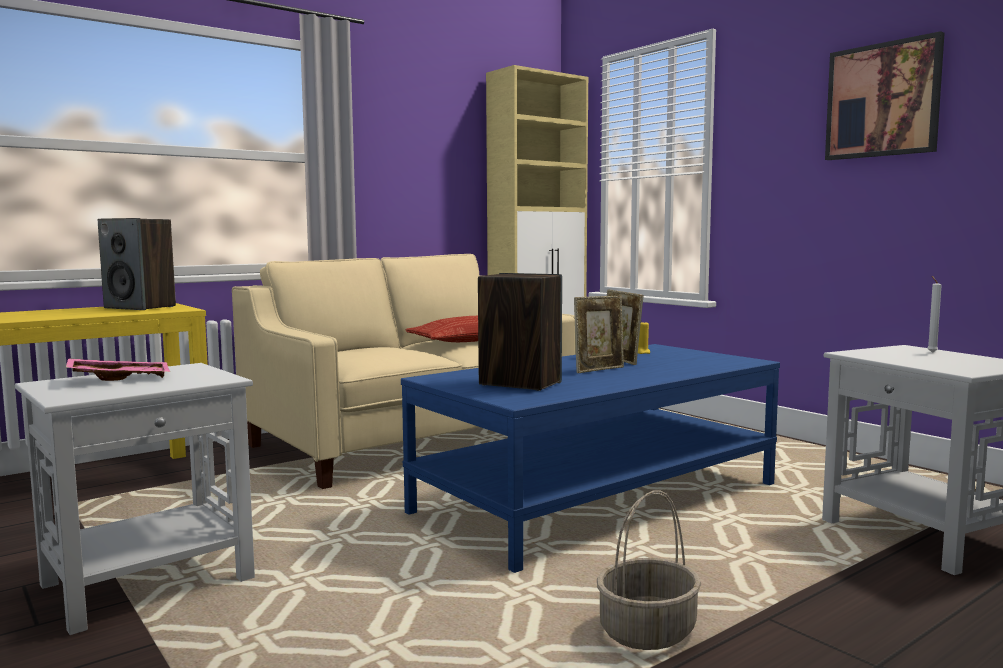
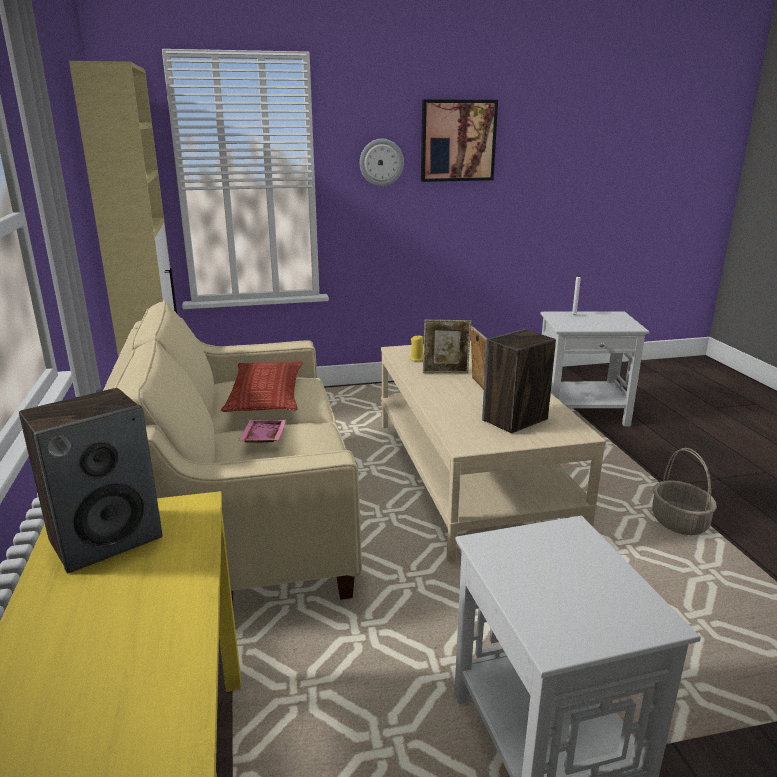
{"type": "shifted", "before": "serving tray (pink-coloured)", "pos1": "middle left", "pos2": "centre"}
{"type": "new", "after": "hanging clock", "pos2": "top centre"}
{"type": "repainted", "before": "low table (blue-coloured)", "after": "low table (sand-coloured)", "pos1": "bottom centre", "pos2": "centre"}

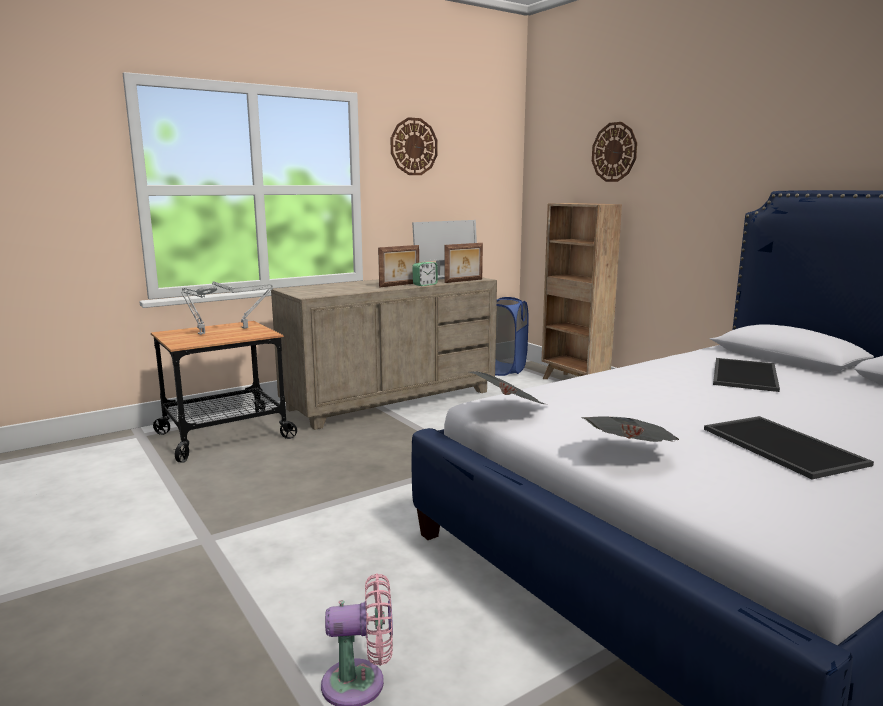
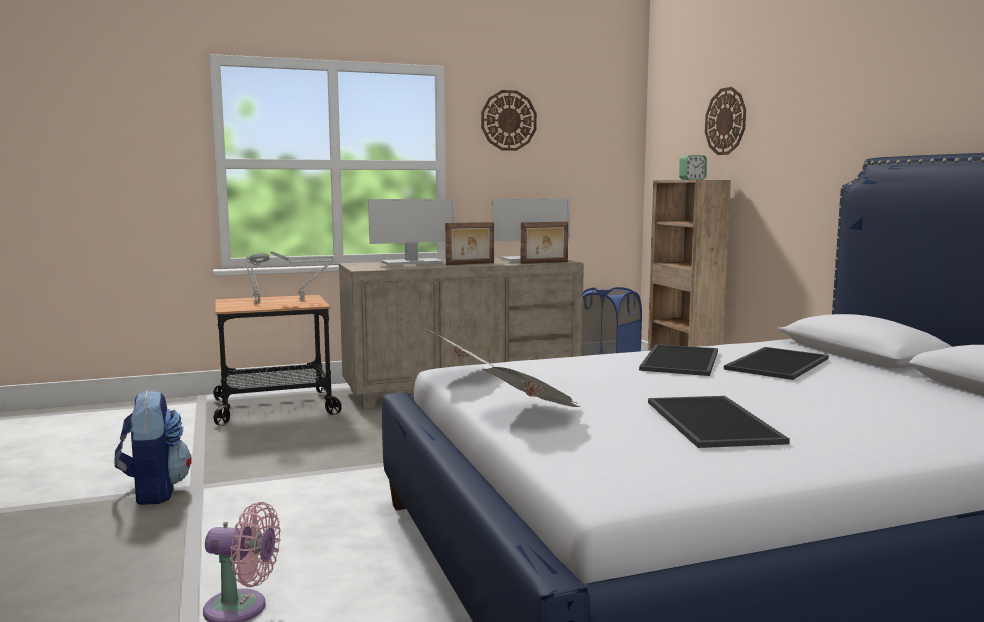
{"type": "new", "after": "backpack", "pos2": "bottom left"}
{"type": "new", "after": "computer screen (no. 1 from left)", "pos2": "centre"}
{"type": "new", "after": "serving tray (no. 1 from left)", "pos2": "middle right"}
{"type": "shifted", "before": "table clock", "pos1": "centre", "pos2": "top right"}

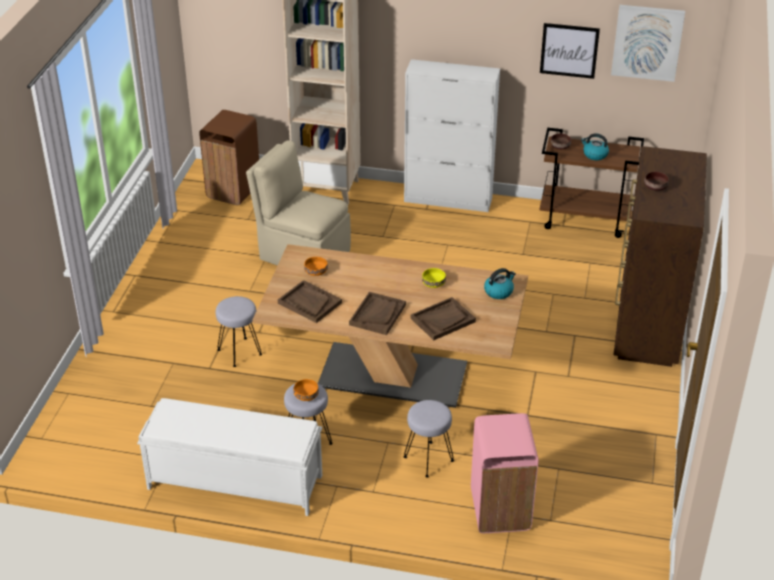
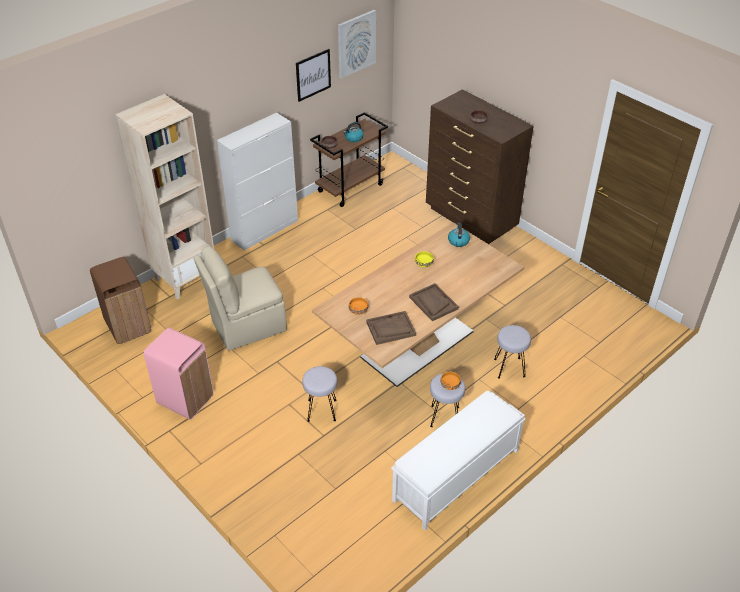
{"type": "shifted", "before": "trash can (pink-coloured)", "pos1": "bottom centre", "pos2": "middle left"}
{"type": "gone", "before": "serving tray (brown) (no. 3 from left)", "pos1": "centre"}

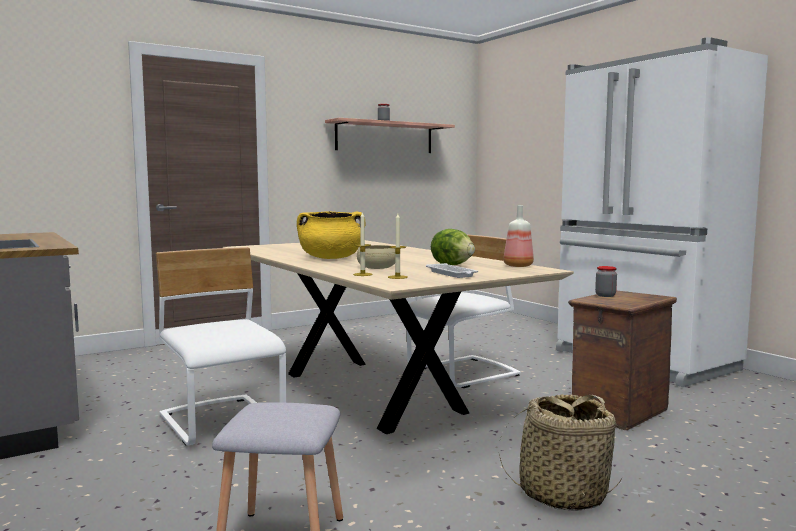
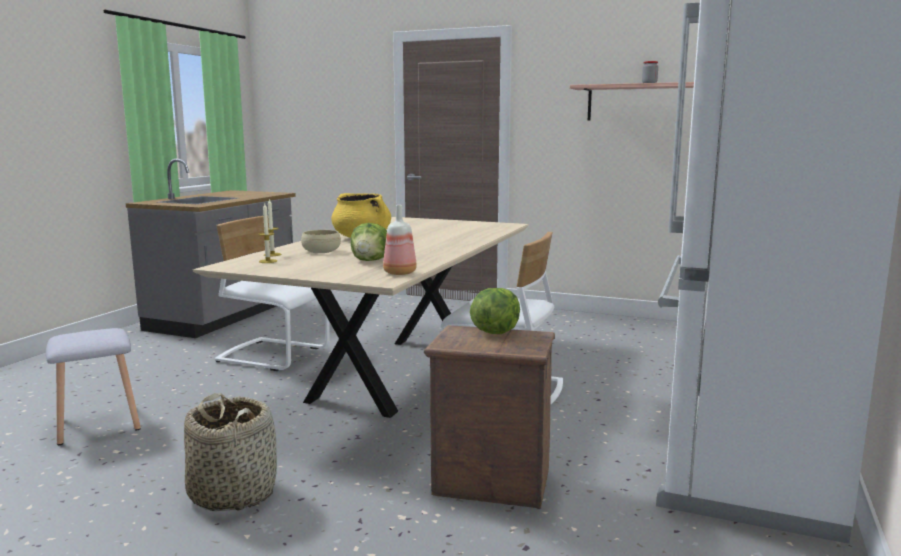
{"type": "rotated", "before": "chair (white-coloured) (no. 1 from left)", "pos1": "middle left", "pos2": "middle left", "turn": -90}
{"type": "swapped", "before": "storage jar (no. 2 from left)", "after": "head of lettuce (no. 2 from left)", "pos1": "middle right", "pos2": "centre"}
{"type": "gone", "before": "serving tray (white-coloured)", "pos1": "centre"}

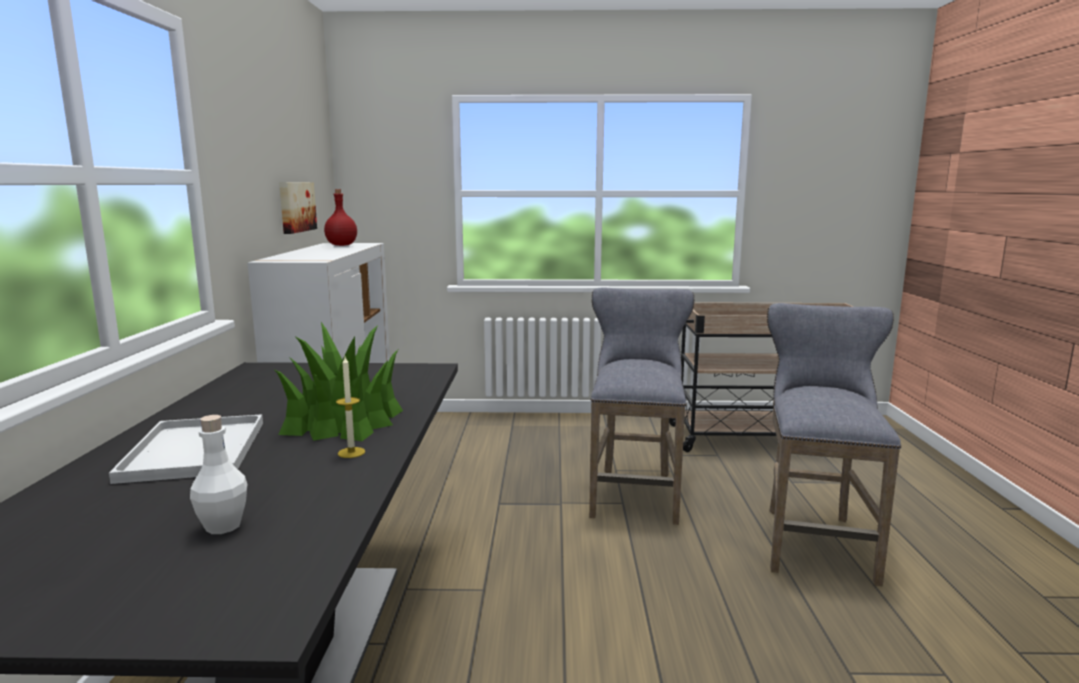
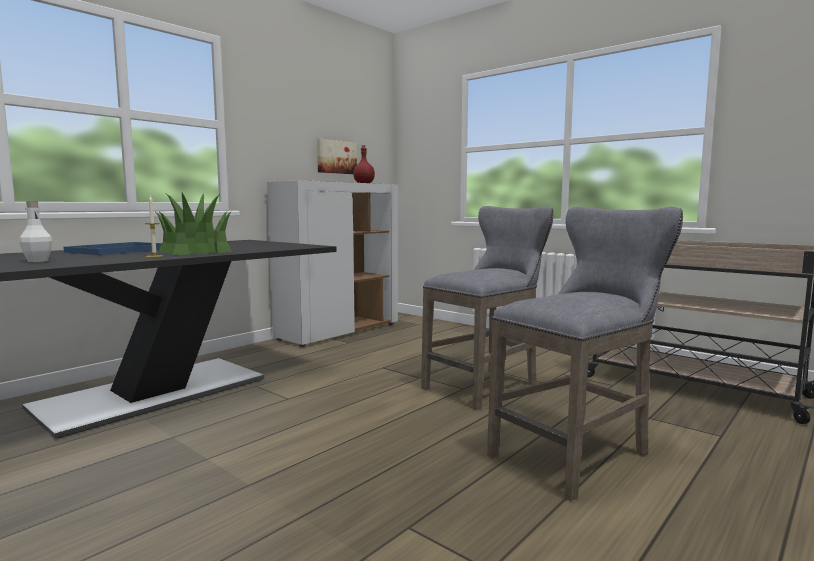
{"type": "repainted", "before": "serving tray (white-coloured)", "after": "serving tray (blue-coloured)", "pos1": "middle left", "pos2": "middle left"}

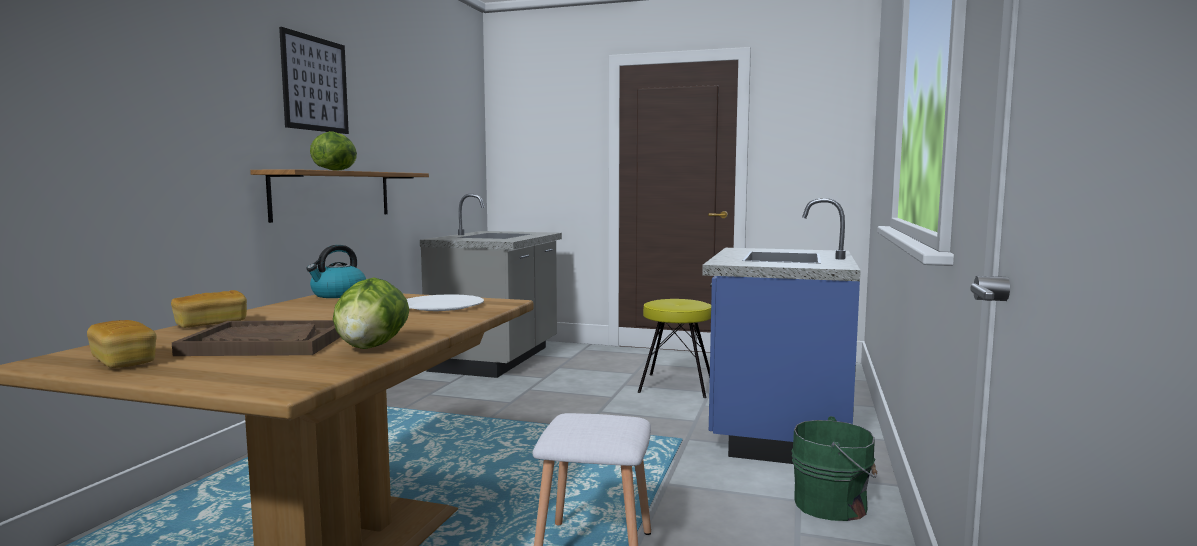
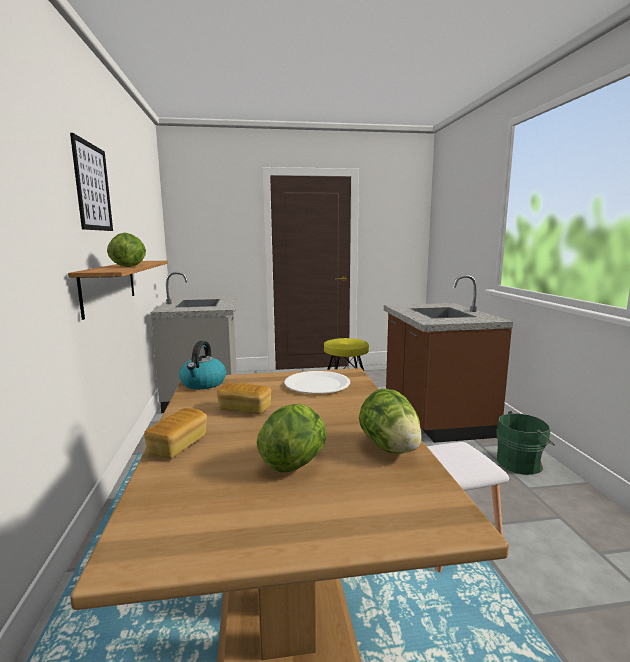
{"type": "shifted", "before": "bread (no. 1 from left in the first image)", "after": "bread (no. 2 from left)", "pos1": "middle left", "pos2": "centre"}
{"type": "swapped", "before": "serving tray (brown)", "after": "head of lettuce (no. 2 from left)", "pos1": "middle left", "pos2": "centre"}
{"type": "repainted", "before": "counter (blue-coloured)", "after": "counter (brown)", "pos1": "centre", "pos2": "middle right"}

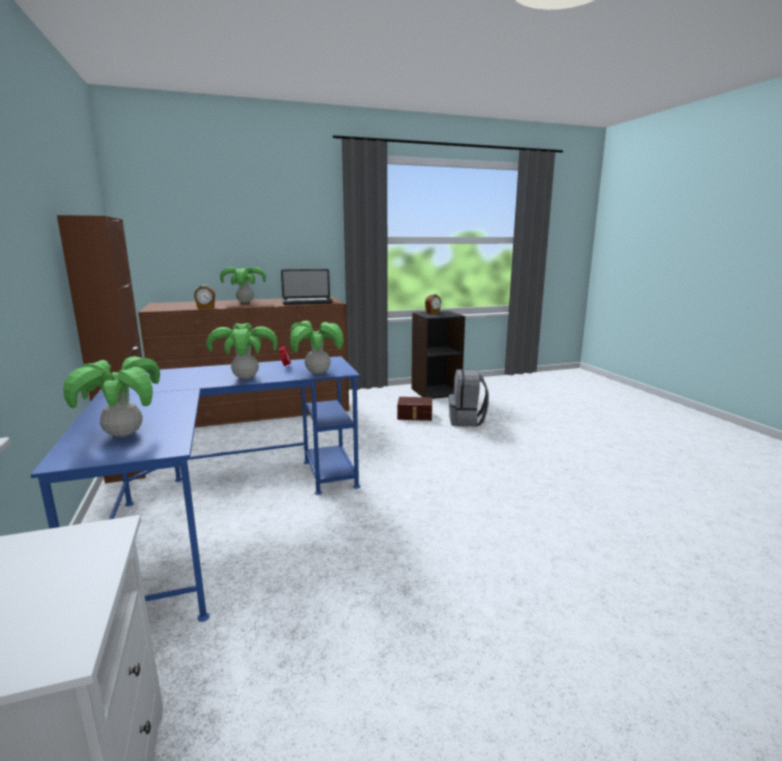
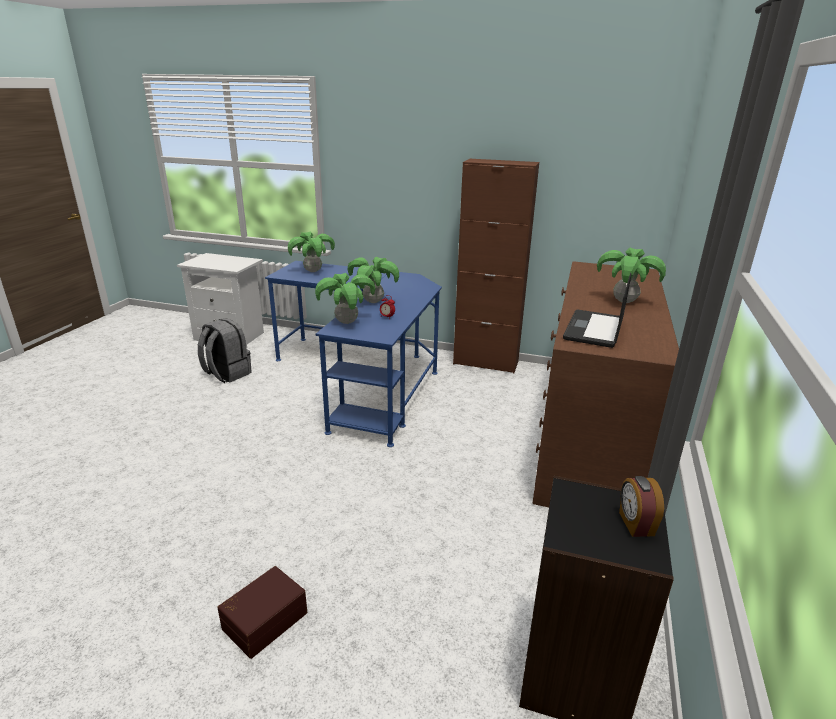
{"type": "shifted", "before": "backpack (greyish)", "pos1": "centre", "pos2": "middle left"}
{"type": "shifted", "before": "storage box (brown)", "pos1": "centre", "pos2": "bottom left"}
{"type": "gone", "before": "table clock (no. 1 from left)", "pos1": "middle left"}

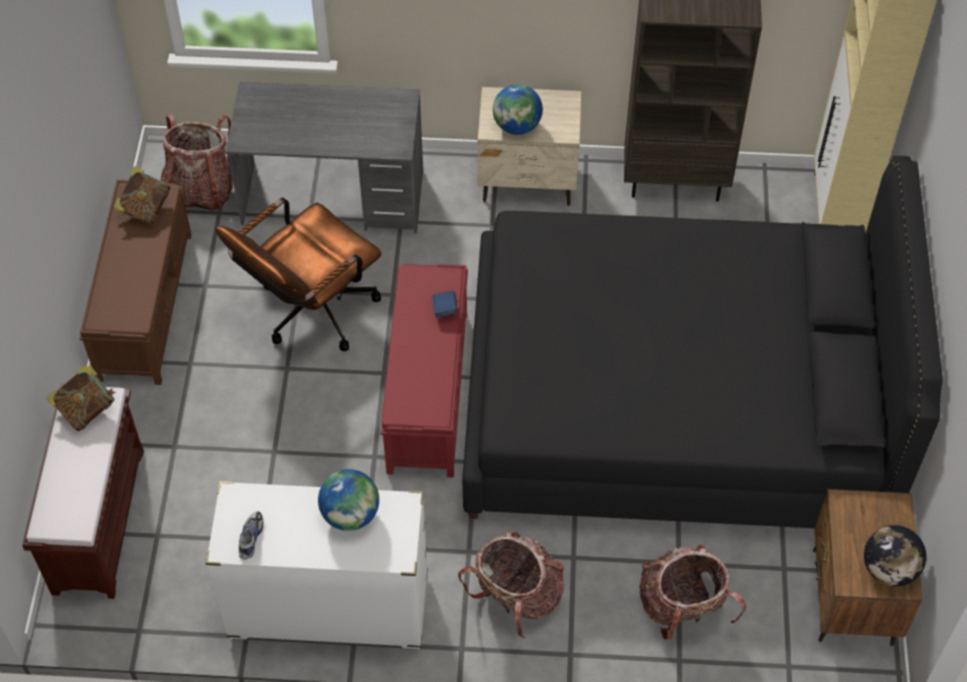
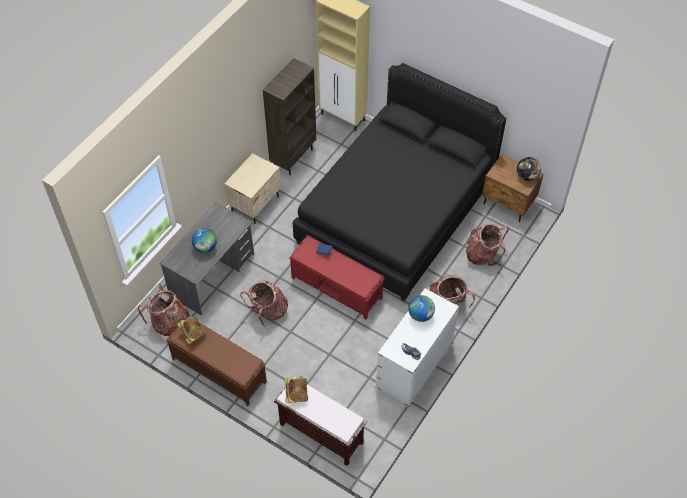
{"type": "shifted", "before": "globe (no. 2 from left in the first image)", "after": "globe (no. 1 from left)", "pos1": "top centre", "pos2": "middle left"}
{"type": "swapped", "before": "computer chair (brown)", "after": "backpack (no. 2 from left)", "pos1": "middle left", "pos2": "centre"}

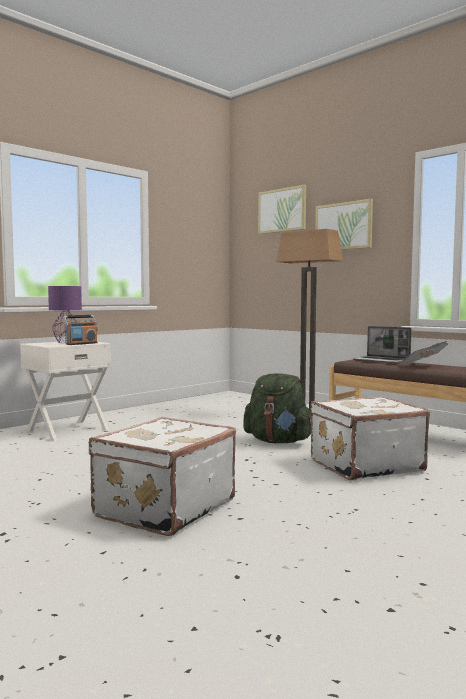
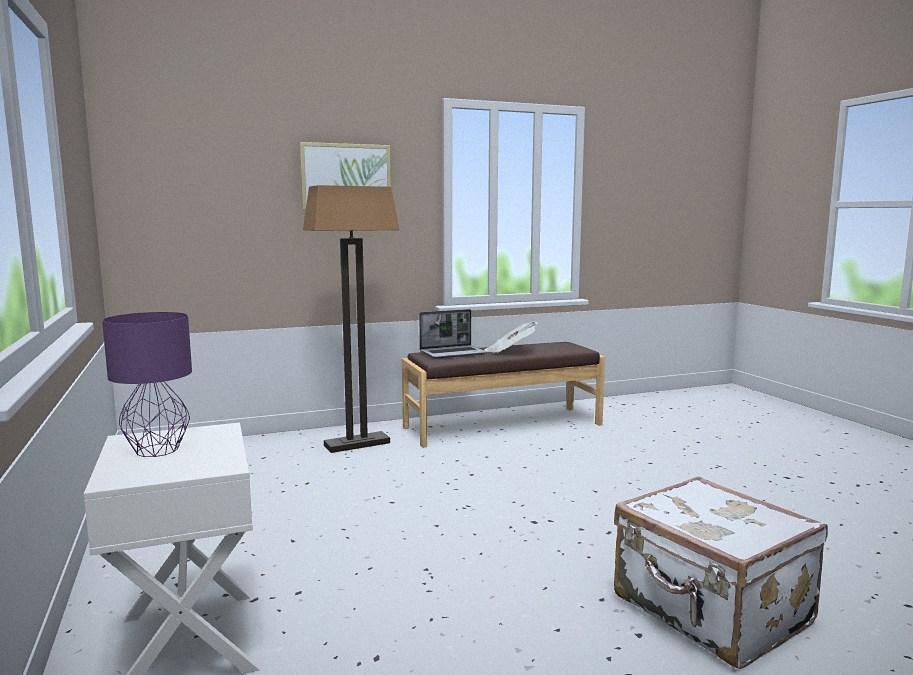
{"type": "gone", "before": "radio receiver", "pos1": "middle left"}
{"type": "gone", "before": "backpack (greenish)", "pos1": "centre"}
{"type": "gone", "before": "wall picture (no. 1 from left)", "pos1": "top centre"}
{"type": "gone", "before": "piece of luggage (white-coloured) (no. 2 from left)", "pos1": "middle right"}

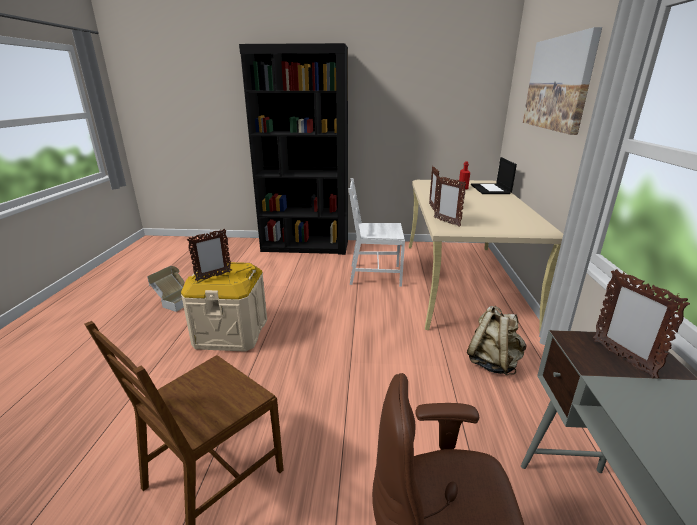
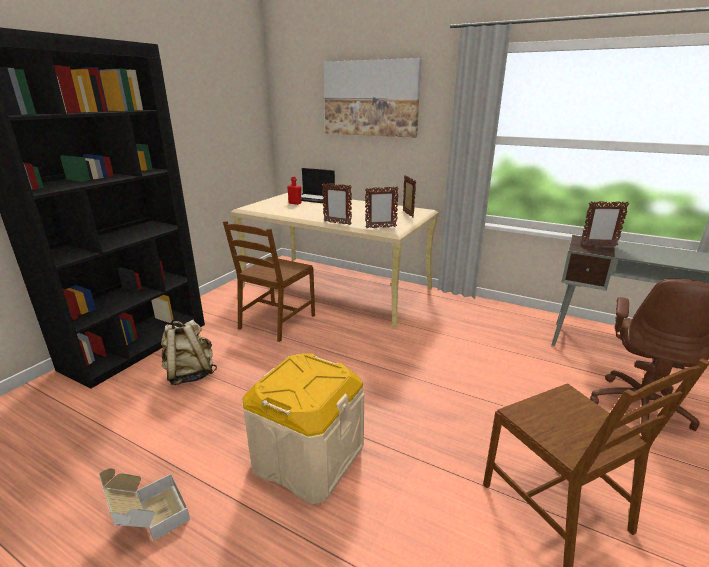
{"type": "shifted", "before": "backpack (sand-coloured)", "pos1": "middle right", "pos2": "middle left"}
{"type": "repainted", "before": "chair (white-coloured)", "after": "chair (brown) (no. 1 from left)", "pos1": "centre", "pos2": "centre"}
{"type": "shifted", "before": "standing frame (no. 1 from left in the first image)", "after": "standing frame (no. 3 from left)", "pos1": "middle left", "pos2": "centre"}

